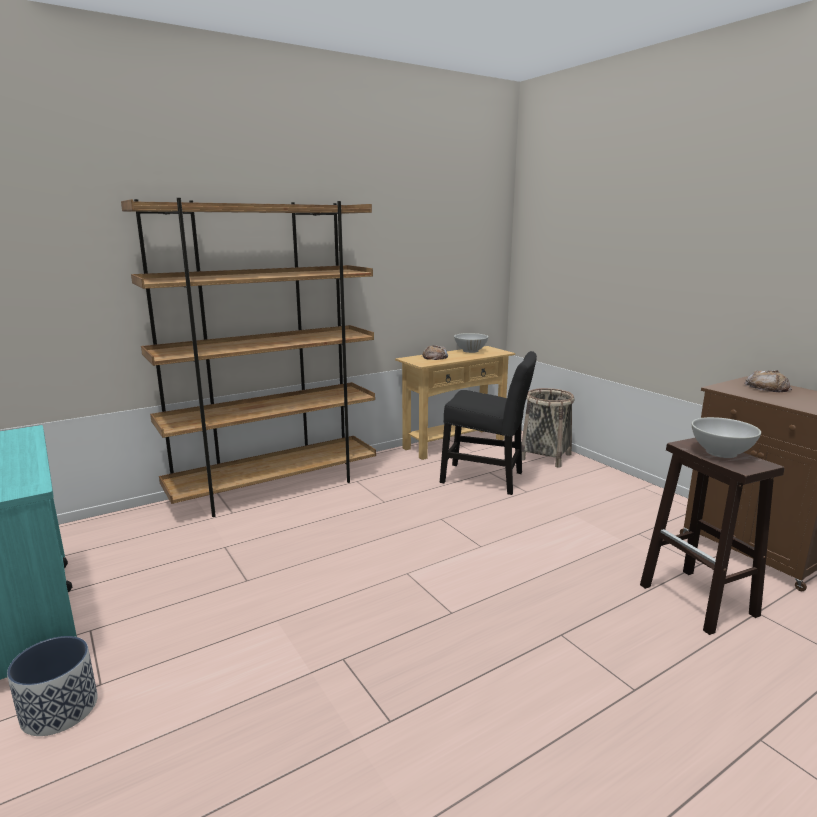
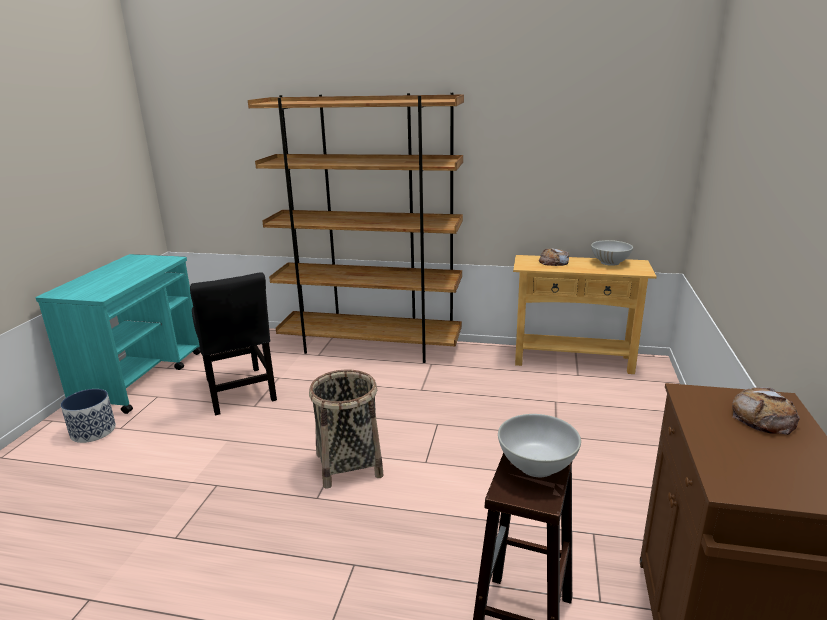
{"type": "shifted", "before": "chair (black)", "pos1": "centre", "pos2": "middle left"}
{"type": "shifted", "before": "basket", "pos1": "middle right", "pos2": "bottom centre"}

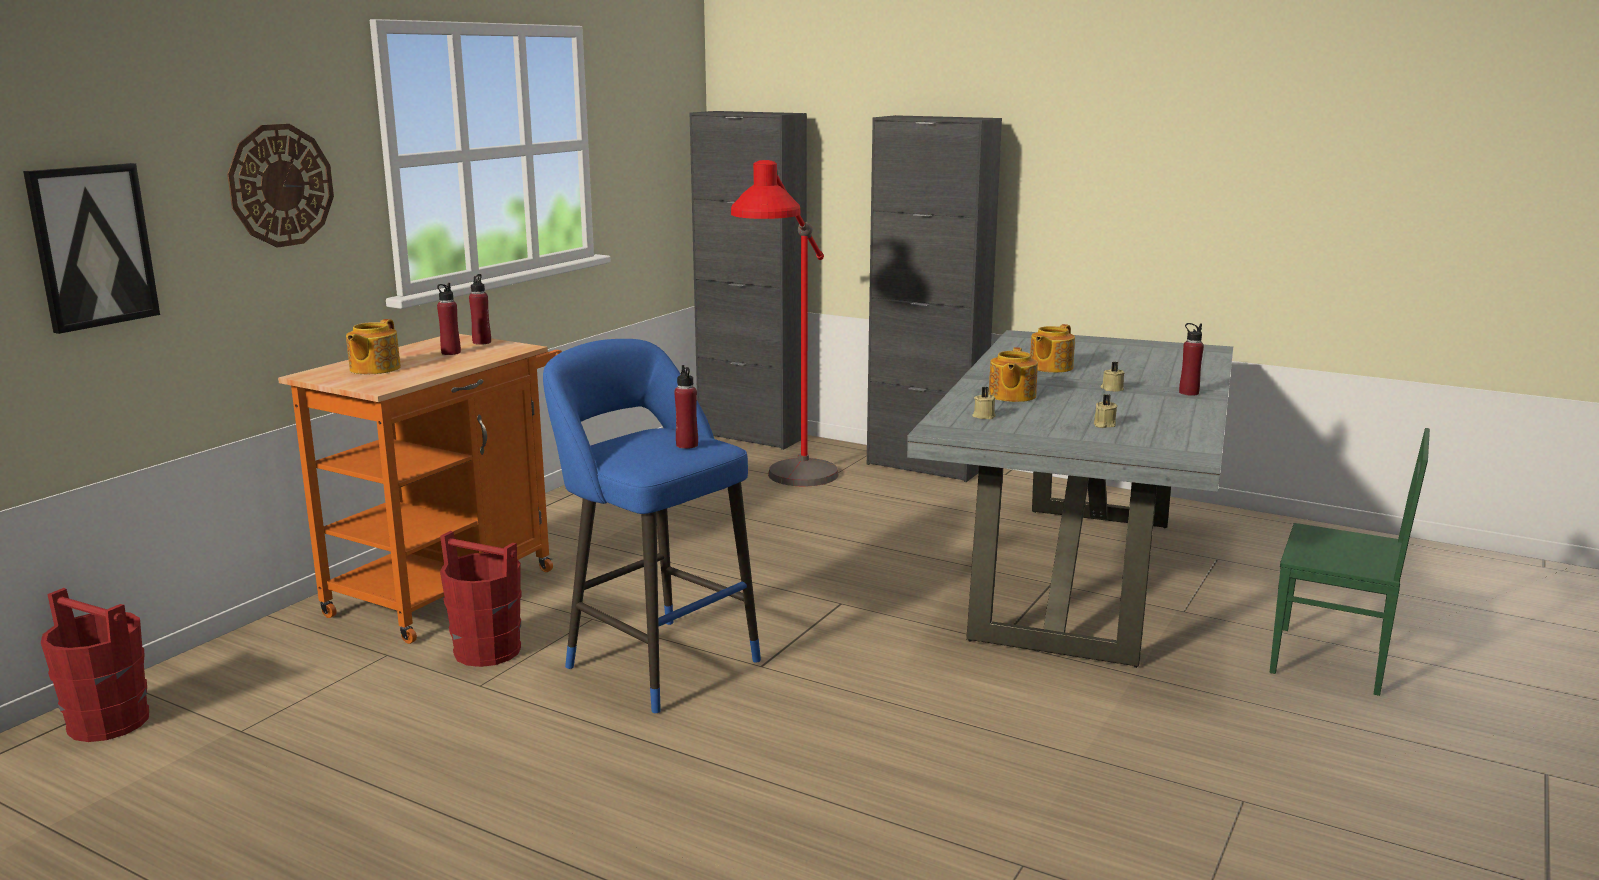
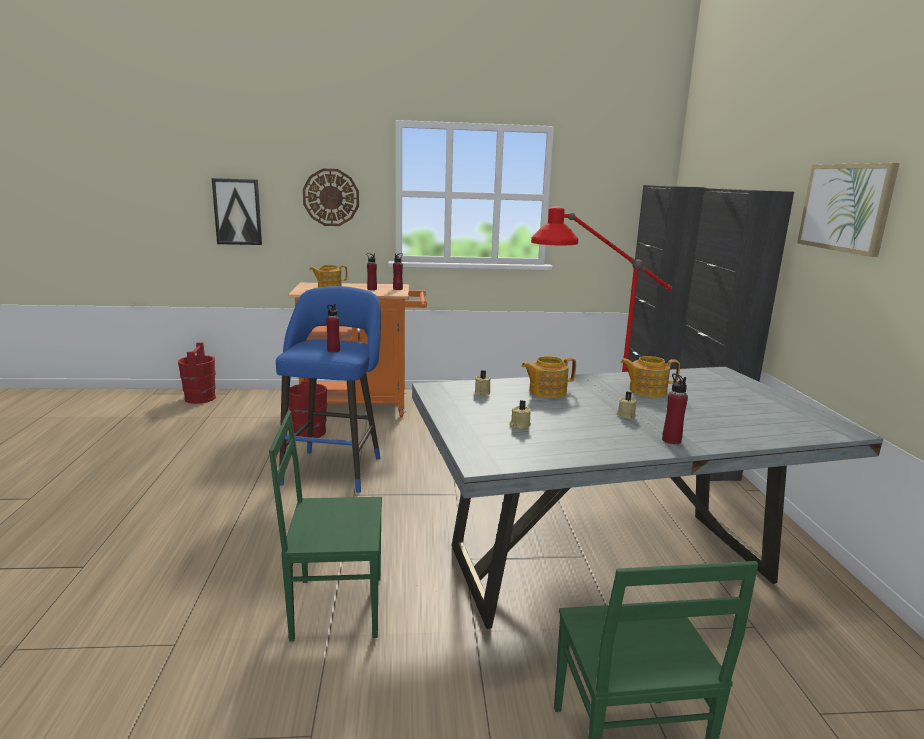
{"type": "new", "after": "chair (greenish) (no. 1 from left)", "pos2": "bottom centre"}
{"type": "new", "after": "wall picture (no. 2 from left)", "pos2": "top right"}

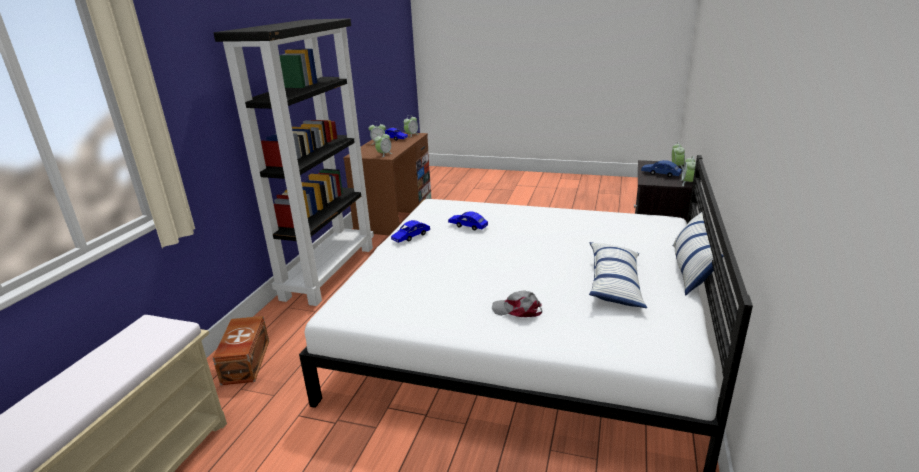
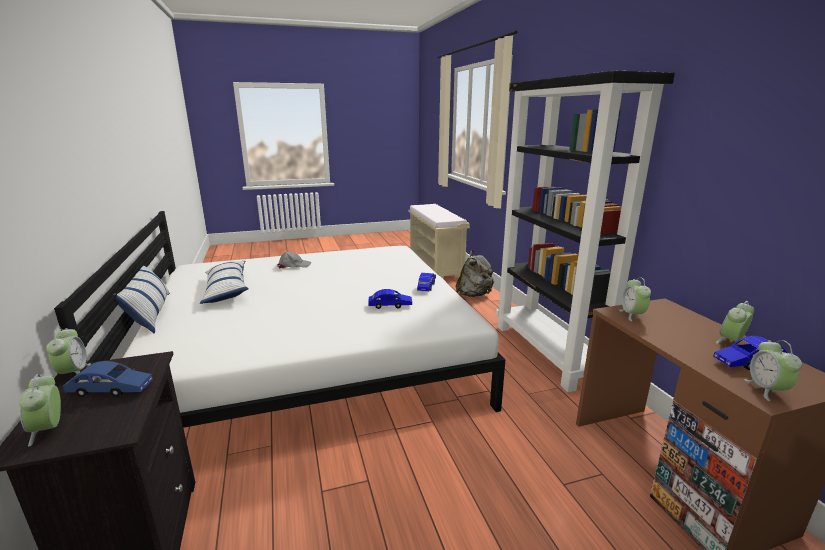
{"type": "swapped", "before": "storage box (brown)", "after": "backpack (greyish)", "pos1": "bottom left", "pos2": "centre"}

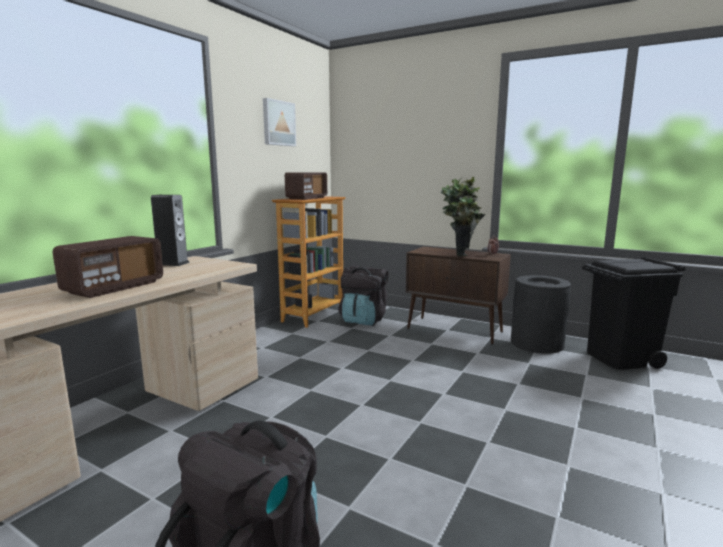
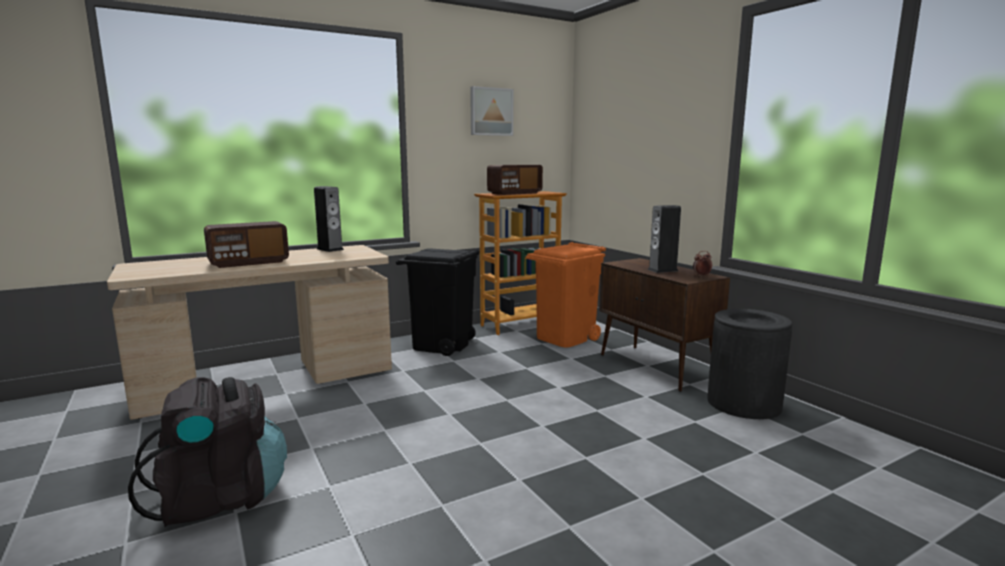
{"type": "shifted", "before": "trash can (black) (no. 2 from left in the first image)", "after": "trash can (black) (no. 1 from left)", "pos1": "middle right", "pos2": "centre"}
{"type": "swapped", "before": "backpack (black) (no. 2 from left)", "after": "trash can (orange)", "pos1": "centre", "pos2": "centre"}
{"type": "swapped", "before": "plant in a pot", "after": "loudspeaker (no. 2 from left)", "pos1": "centre", "pos2": "centre"}

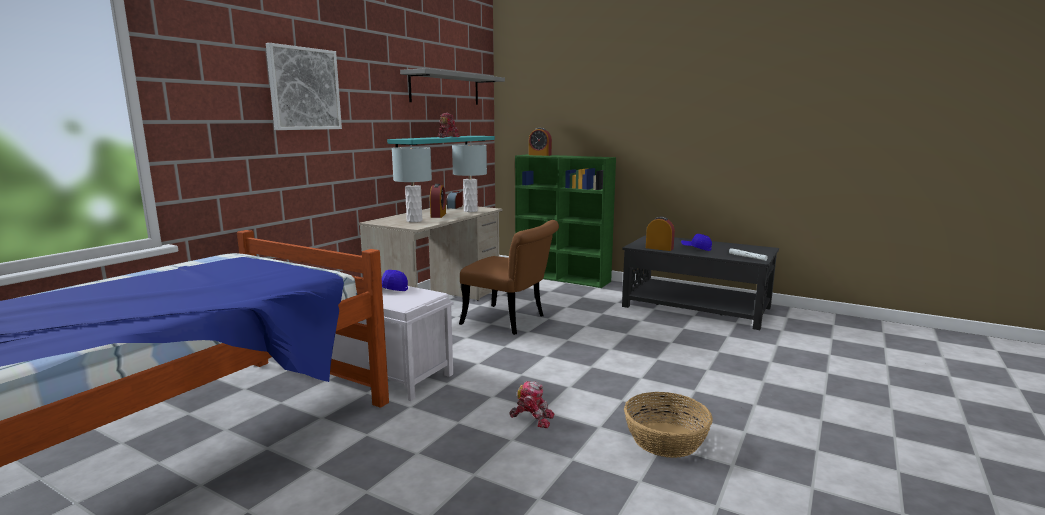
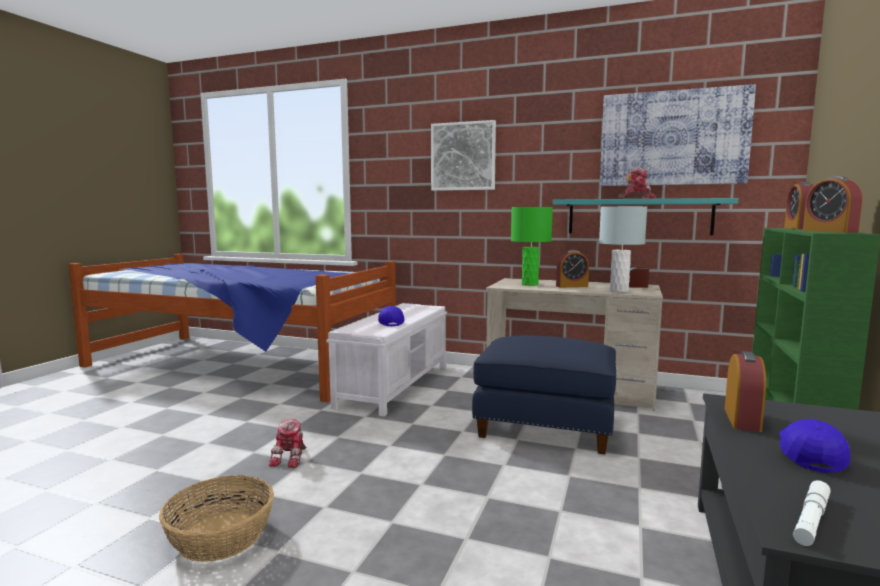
{"type": "swapped", "before": "chair (brown)", "after": "ottoman (blue-coloured)", "pos1": "centre", "pos2": "bottom centre"}
{"type": "repainted", "before": "tabletop lamp (greyish) (no. 1 from left)", "after": "tabletop lamp (greenish)", "pos1": "centre", "pos2": "centre"}
{"type": "swapped", "before": "wall shelf (greyish)", "after": "wall picture (no. 2 from left)", "pos1": "top centre", "pos2": "top right"}
{"type": "new", "after": "table clock (no. 5 from left)", "pos2": "middle right"}

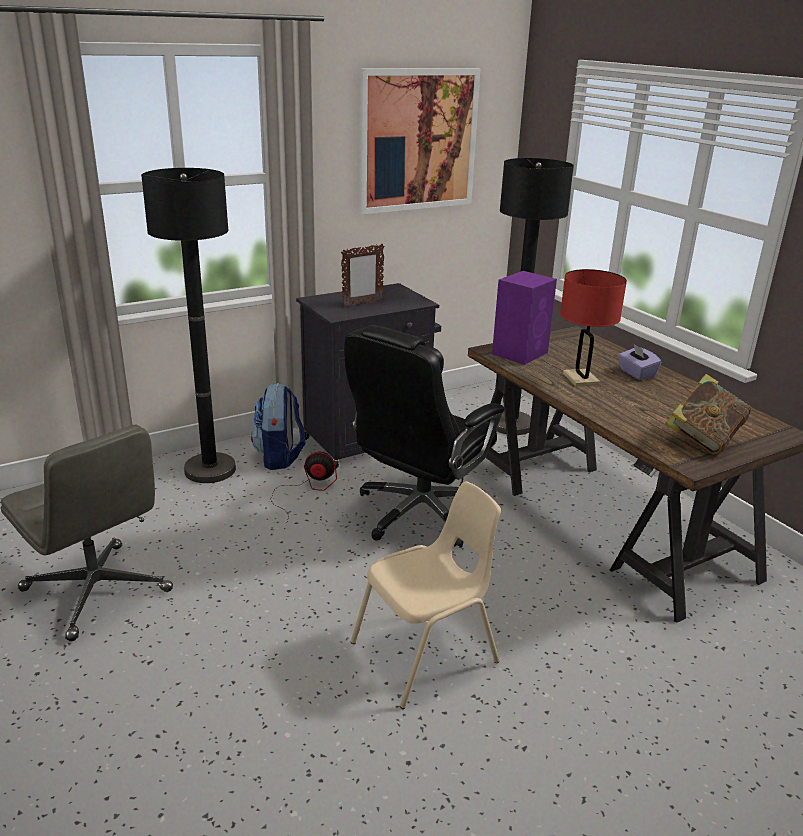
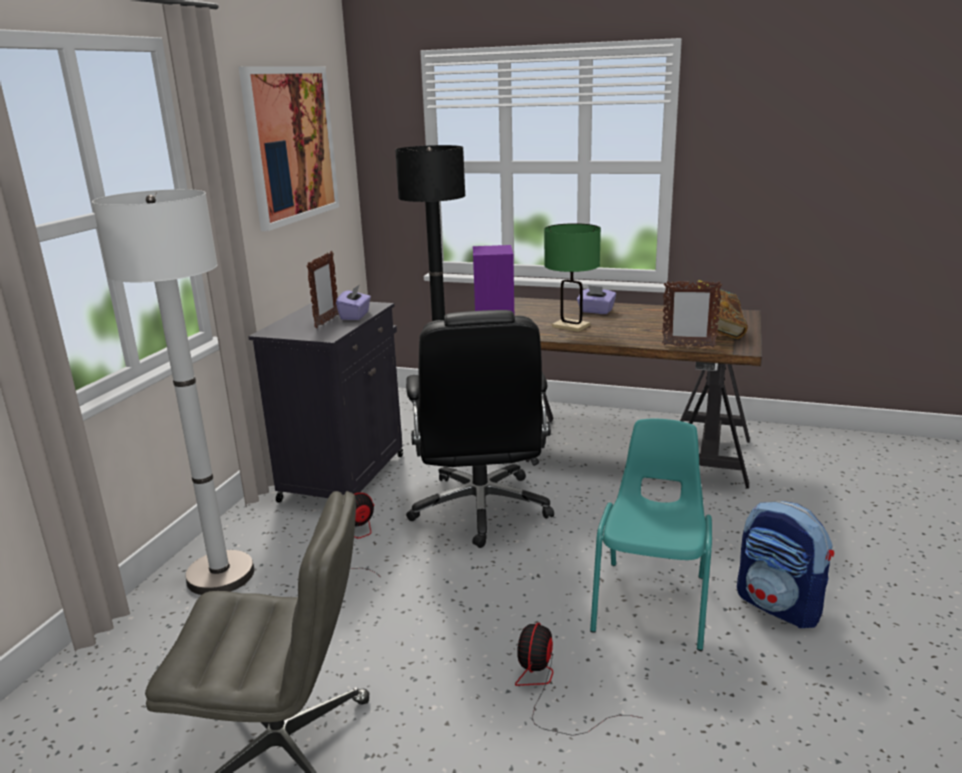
{"type": "repainted", "before": "standing lamp (black) (no. 1 from left)", "after": "standing lamp (white-coloured)", "pos1": "middle left", "pos2": "middle left"}
{"type": "new", "after": "box of tissues (purple-coloured) (no. 1 from left)", "pos2": "centre"}
{"type": "new", "after": "electric fan (no. 2 from left)", "pos2": "bottom centre"}
{"type": "repainted", "before": "tabletop lamp (red)", "after": "tabletop lamp (greenish)", "pos1": "middle right", "pos2": "centre"}
{"type": "repainted", "before": "chair (sand-coloured)", "after": "chair (turquoise-coloured)", "pos1": "bottom centre", "pos2": "bottom right"}
{"type": "new", "after": "standing frame (no. 2 from left)", "pos2": "middle right"}
{"type": "shifted", "before": "backpack", "pos1": "centre", "pos2": "bottom right"}

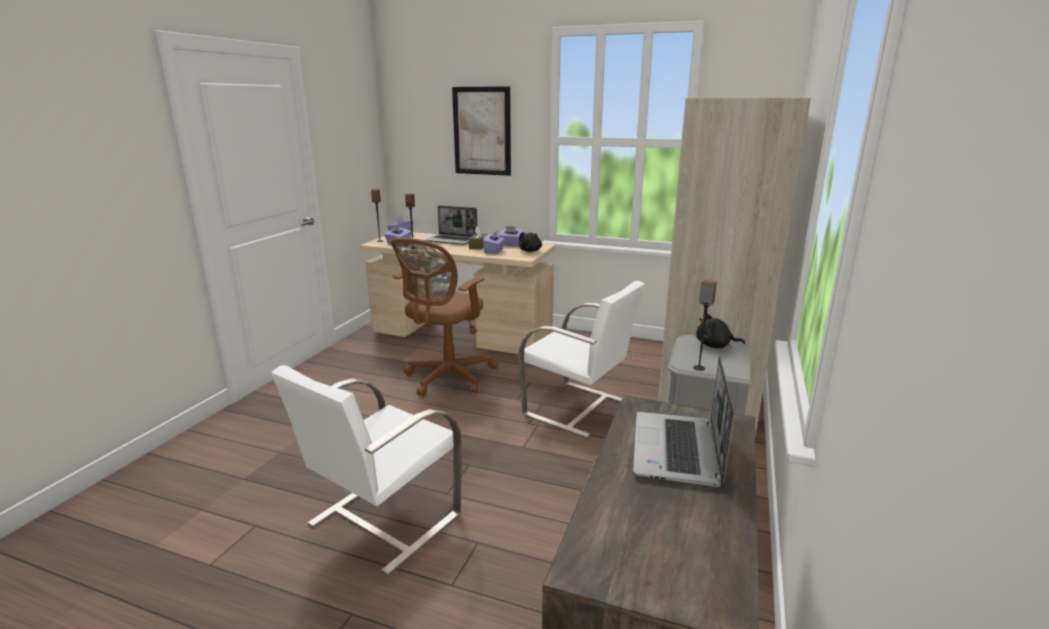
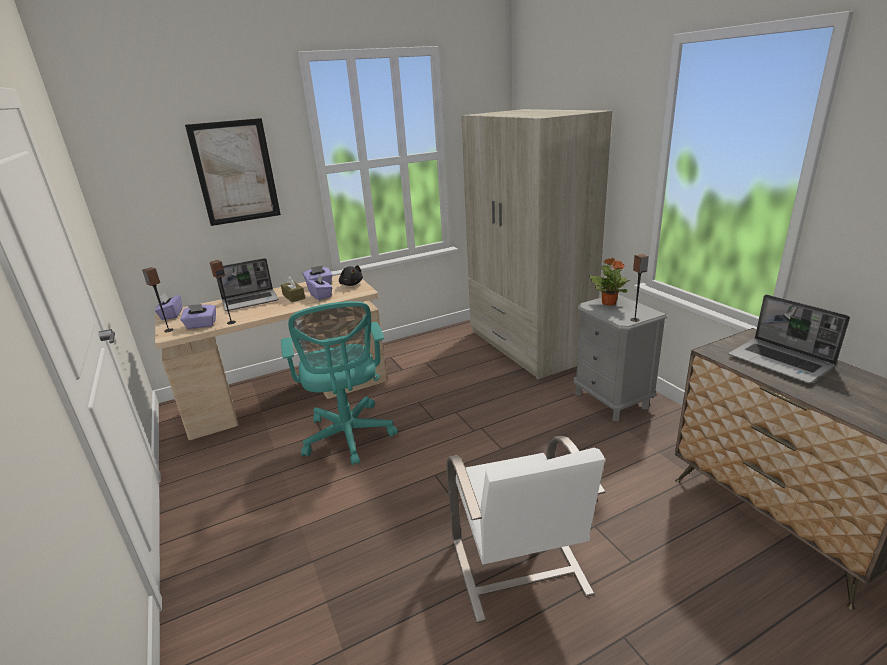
{"type": "repainted", "before": "computer chair (brown)", "after": "computer chair (turquoise-coloured)", "pos1": "centre", "pos2": "centre"}
{"type": "swapped", "before": "cuddly toy (black) (no. 2 from left)", "after": "plant in a pot", "pos1": "middle right", "pos2": "middle right"}
{"type": "gone", "before": "chair (white-coloured) (no. 2 from left)", "pos1": "centre"}

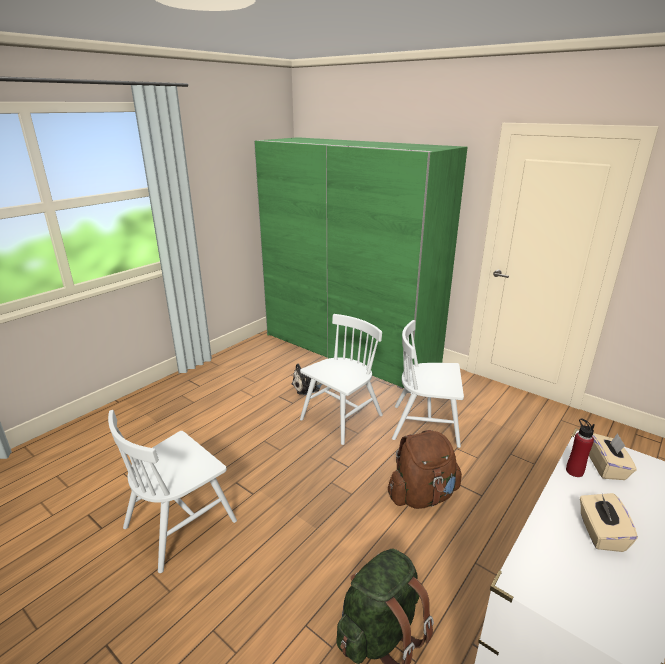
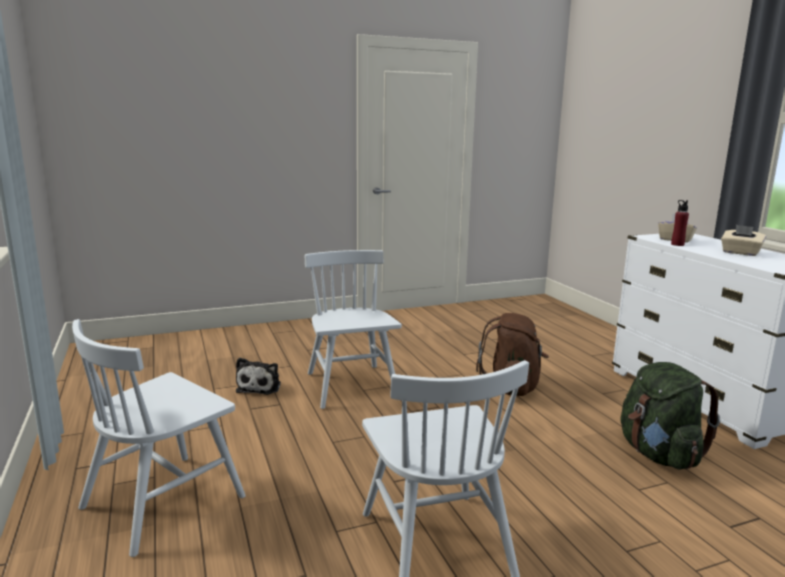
{"type": "shifted", "before": "chair (white-coloured) (no. 3 from left in the first image)", "after": "chair (white-coloured) (no. 1 from left)", "pos1": "centre", "pos2": "bottom left"}
{"type": "gone", "before": "armoire (greenish)", "pos1": "centre"}

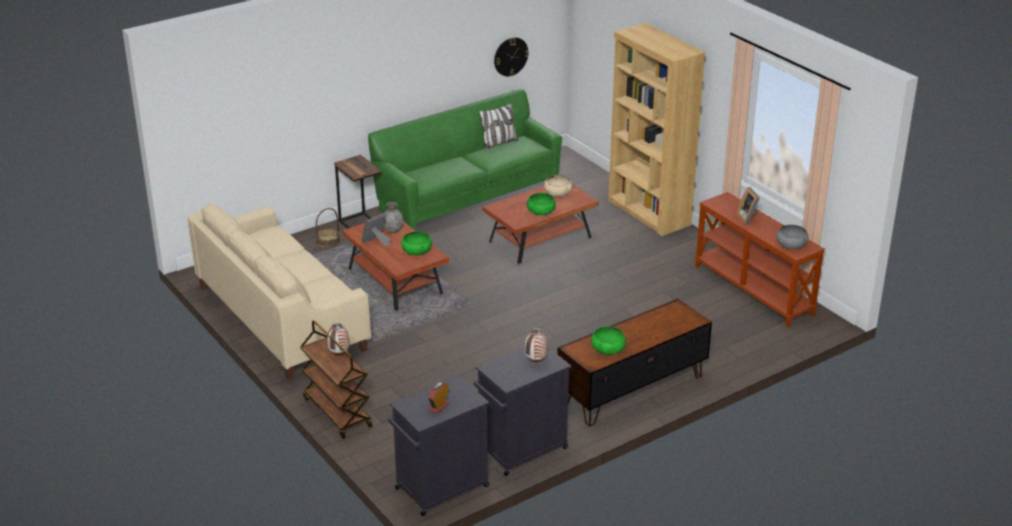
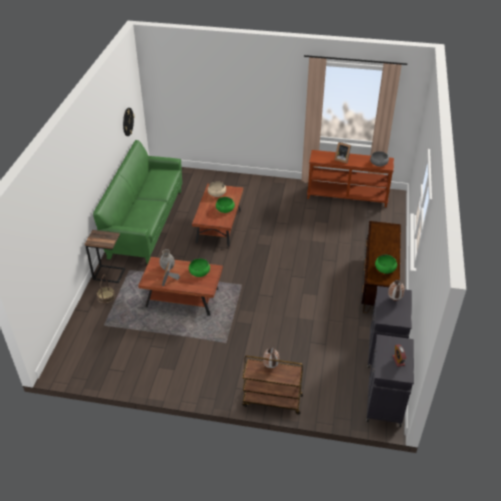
{"type": "gone", "before": "settee (sand-coloured)", "pos1": "middle left"}
{"type": "gone", "before": "throw pillow", "pos1": "top centre"}
{"type": "gone", "before": "bookcase (brown)", "pos1": "top centre"}

